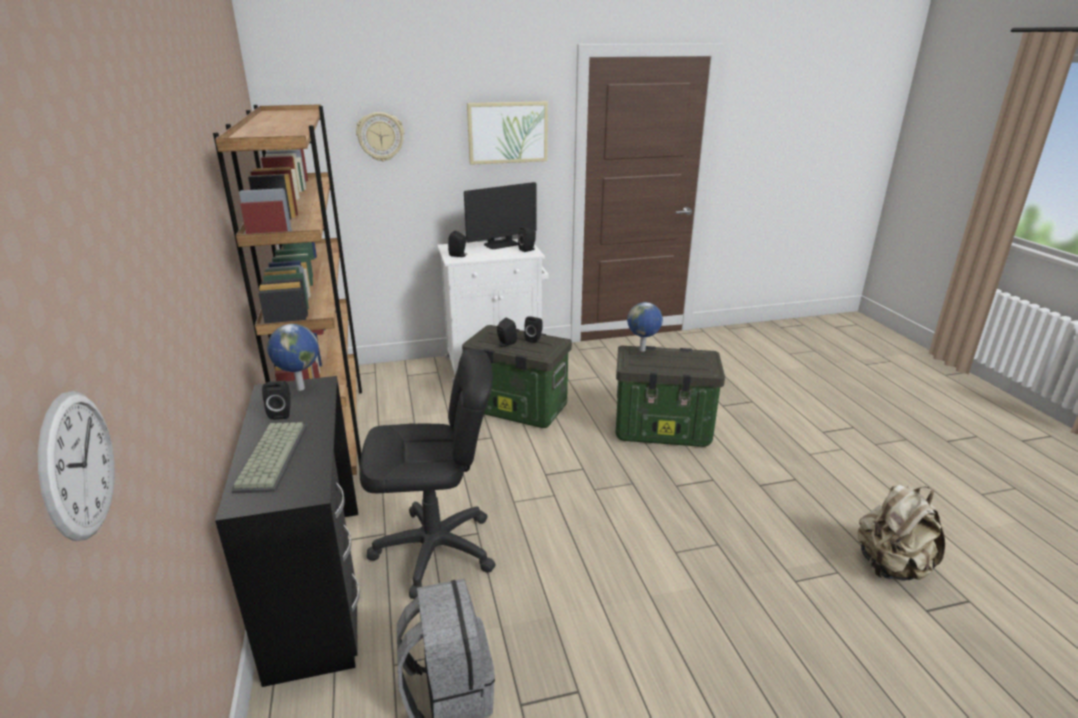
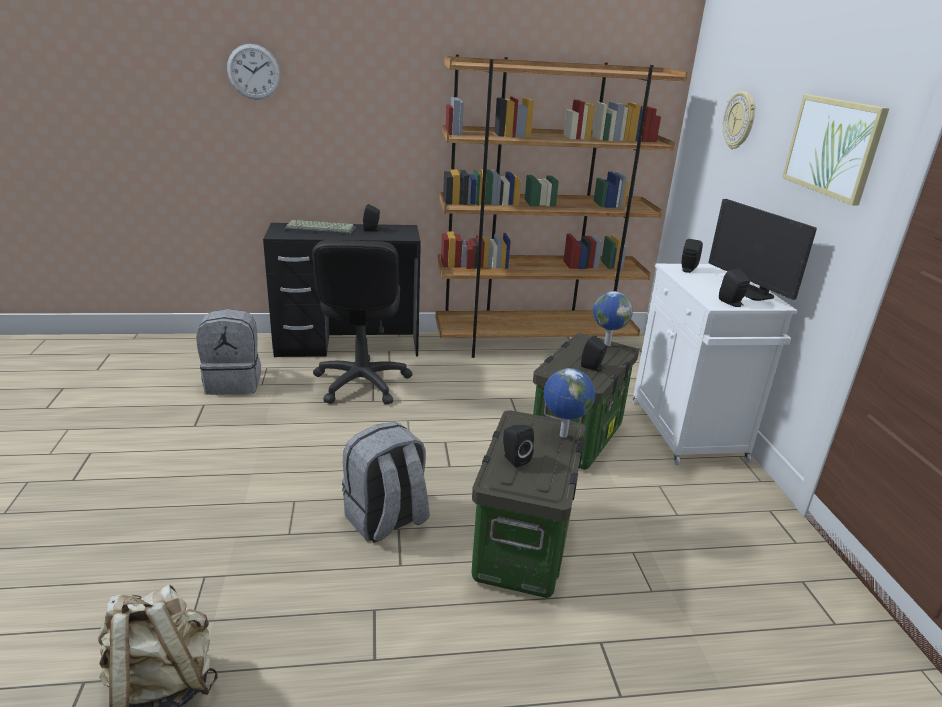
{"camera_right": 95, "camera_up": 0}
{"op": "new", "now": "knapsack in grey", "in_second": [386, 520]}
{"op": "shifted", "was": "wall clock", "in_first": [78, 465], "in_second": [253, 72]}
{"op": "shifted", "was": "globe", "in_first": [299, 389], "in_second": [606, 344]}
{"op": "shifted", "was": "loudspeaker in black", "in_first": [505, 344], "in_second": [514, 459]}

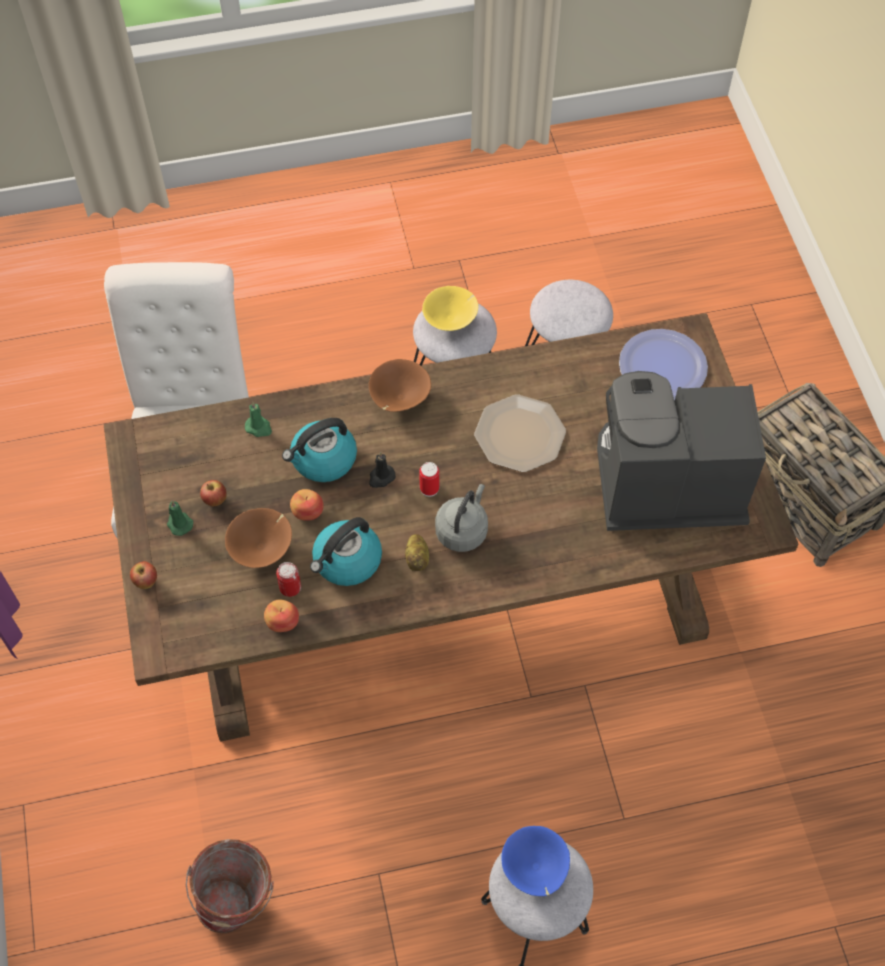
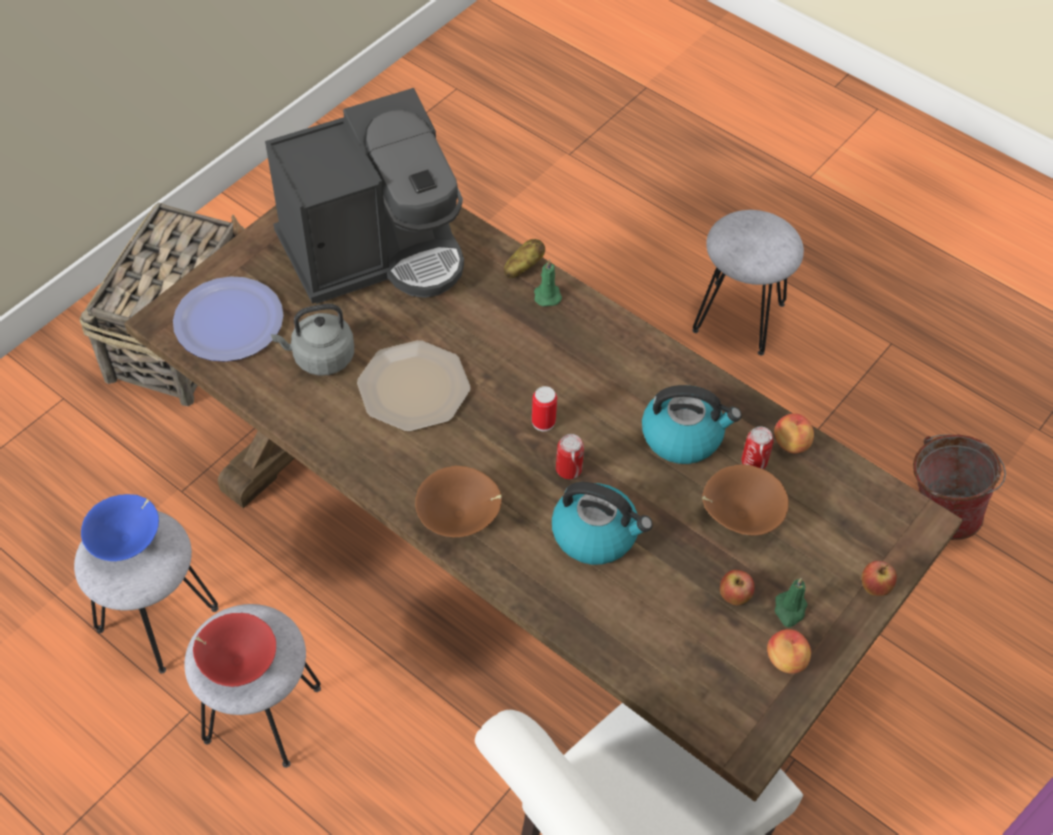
{"camera_right": -130, "camera_up": -5}
{"op": "shifted", "was": "wax candle in greenish", "in_first": [259, 427], "in_second": [547, 295]}
{"op": "shifted", "was": "whole apple", "in_first": [307, 511], "in_second": [785, 661]}
{"op": "shifted", "was": "potato", "in_first": [417, 558], "in_second": [523, 267]}
{"op": "shifted", "was": "kettle in grey", "in_first": [462, 530], "in_second": [320, 358]}
{"op": "shifted", "was": "serving bowl in blue-coloured", "in_first": [534, 868], "in_second": [127, 540]}
{"op": "swapped", "was": "wax candle in black", "now": "sealed can", "in_first": [381, 477], "in_second": [568, 469]}
{"op": "repainted", "was": "serving bowl in yellowish", "now": "serving bowl in red", "in_first": [451, 320], "in_second": [237, 661]}
{"op": "rotated", "was": "coffee brewer", "in_first": [664, 485], "in_second": [375, 252], "clockwise": -75}

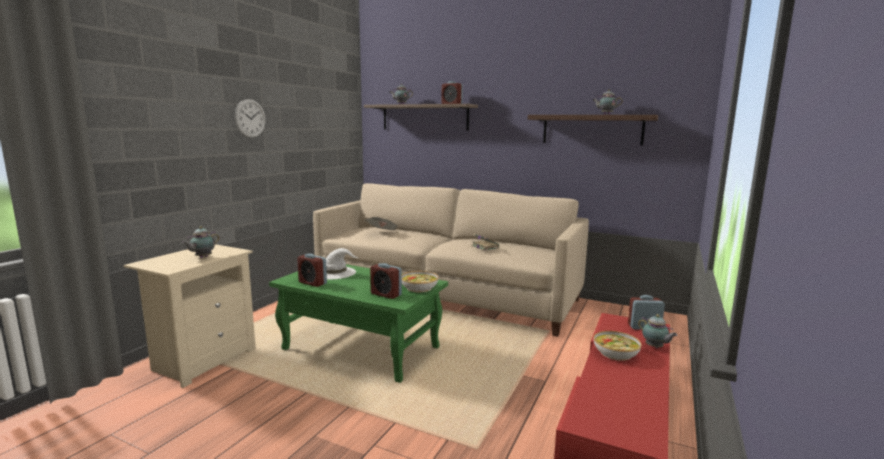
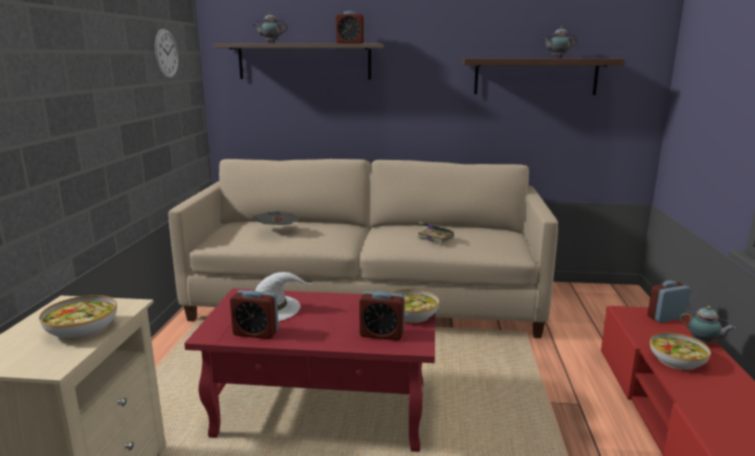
{"camera_right": -20, "camera_up": 5}
{"op": "shifted", "was": "wall clock", "in_first": [250, 118], "in_second": [166, 54]}
{"op": "swapped", "was": "pot for tea", "now": "serving bowl", "in_first": [202, 257], "in_second": [82, 328]}
{"op": "repainted", "was": "lounge table in greenish", "now": "lounge table in red", "in_first": [362, 348], "in_second": [325, 409]}

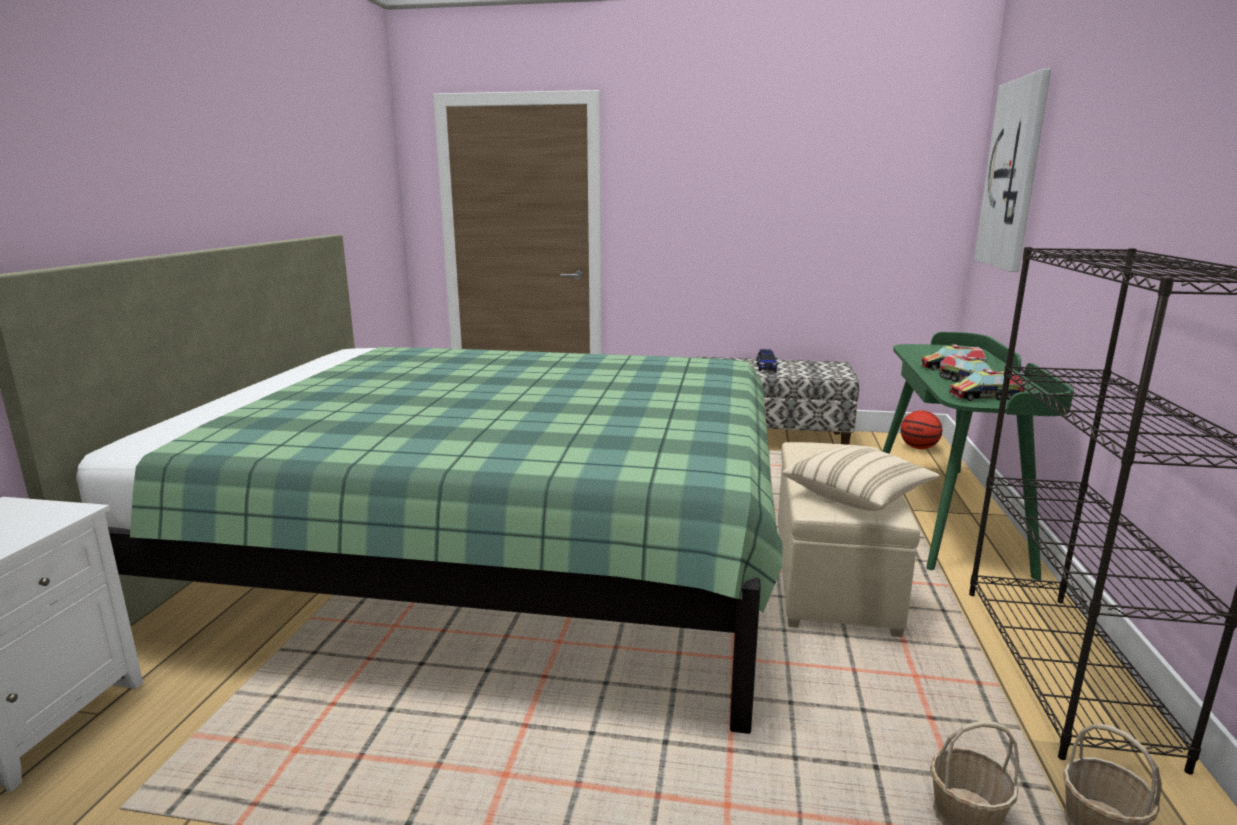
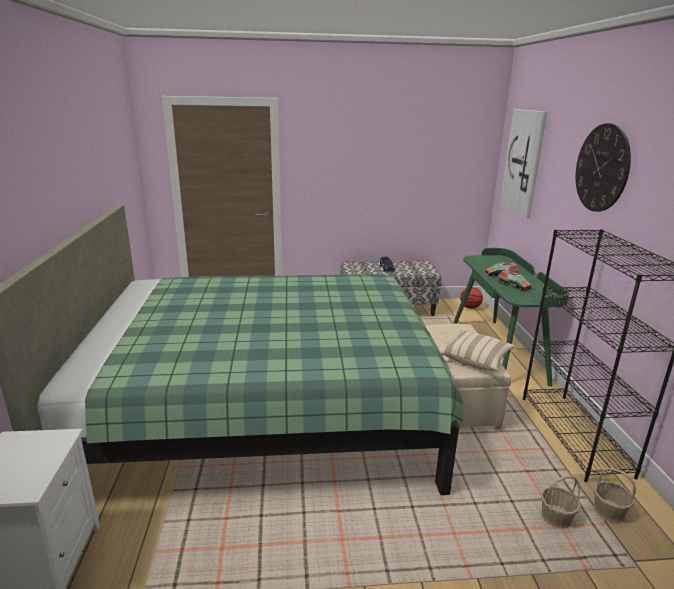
{"camera_right": -15, "camera_up": 5}
{"op": "gone", "was": "toy truck", "in_first": [985, 397]}
{"op": "new", "now": "wall clock", "in_second": [602, 168]}

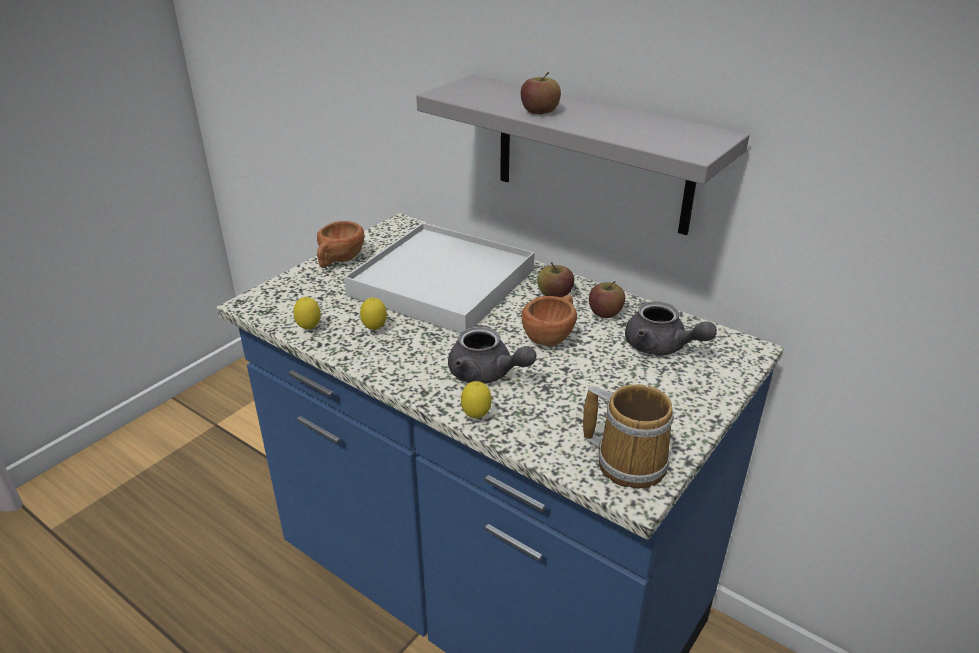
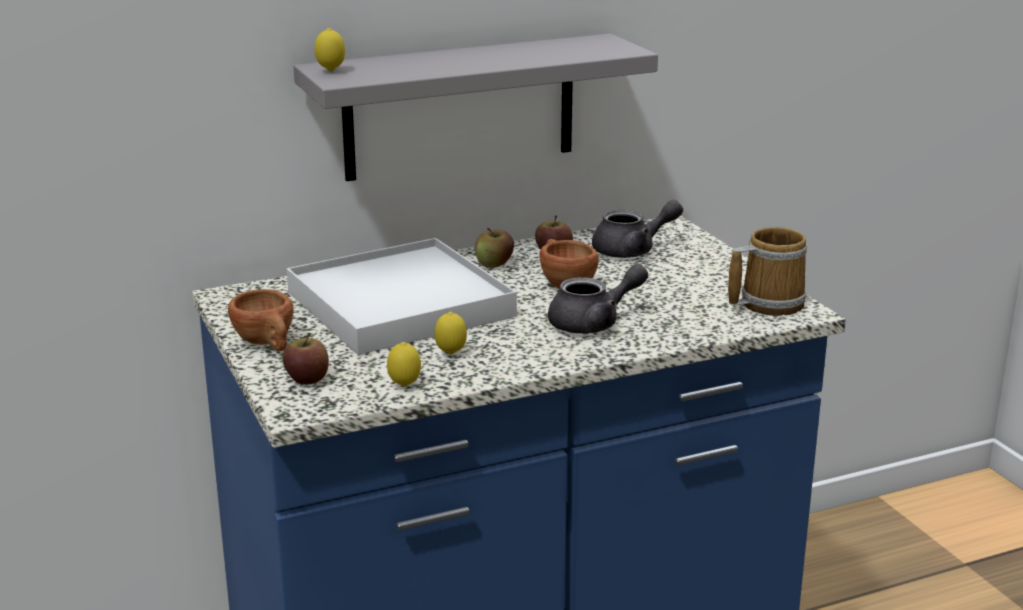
{"camera_right": -60, "camera_up": -10}
{"op": "shifted", "was": "whole lemon", "in_first": [476, 417], "in_second": [330, 71]}
{"op": "shifted", "was": "whole apple", "in_first": [540, 111], "in_second": [307, 379]}

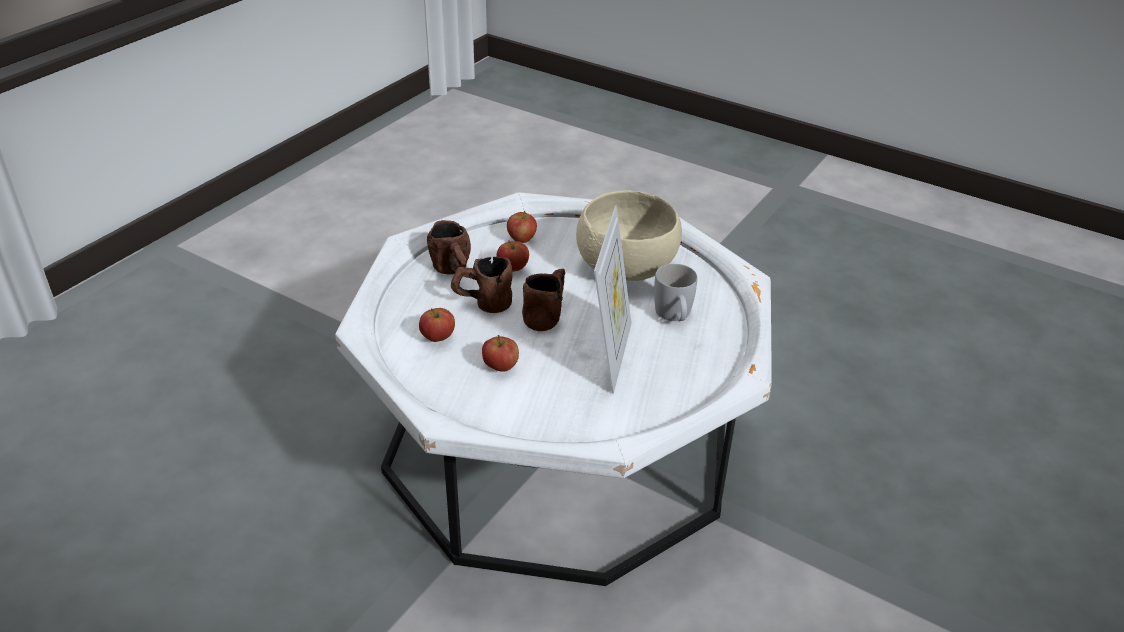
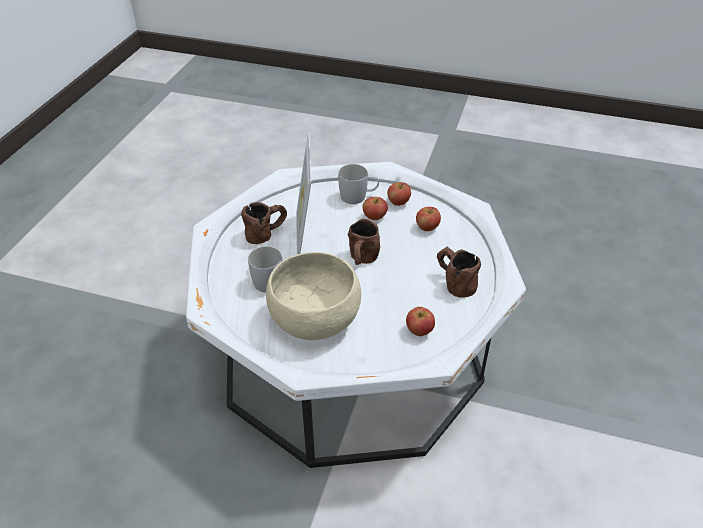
{"camera_right": 165, "camera_up": 5}
{"op": "new", "now": "mug in white-coloured", "in_second": [358, 197]}
{"op": "shifted", "was": "mug in brown-coloured", "in_first": [482, 304], "in_second": [267, 233]}
{"op": "shifted", "was": "whole apple", "in_first": [513, 268], "in_second": [398, 202]}

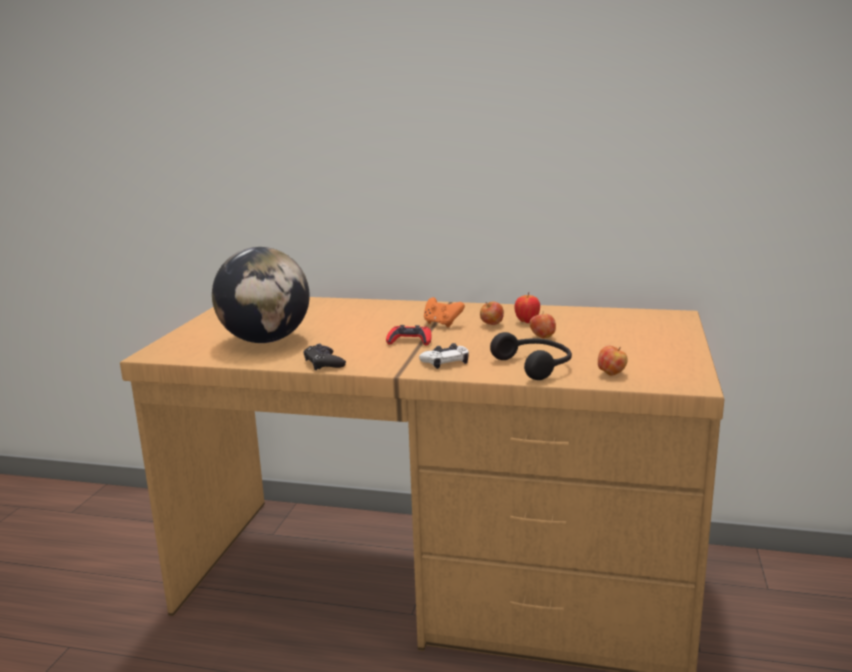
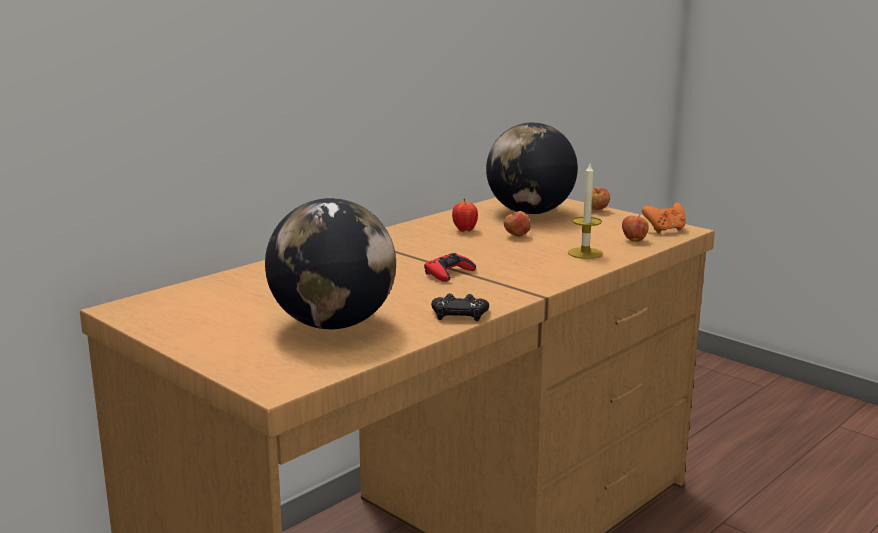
{"camera_right": -60, "camera_up": 0}
{"op": "gone", "was": "joypad in white-coloured", "in_first": [445, 361]}
{"op": "new", "now": "globe", "in_second": [530, 213]}
{"op": "shifted", "was": "joypad in orangey", "in_first": [442, 324], "in_second": [665, 230]}
{"op": "shifted", "was": "whole apple", "in_first": [492, 325], "in_second": [597, 210]}
{"op": "swapped", "was": "headset in black", "now": "wax candle", "in_first": [535, 366], "in_second": [585, 253]}

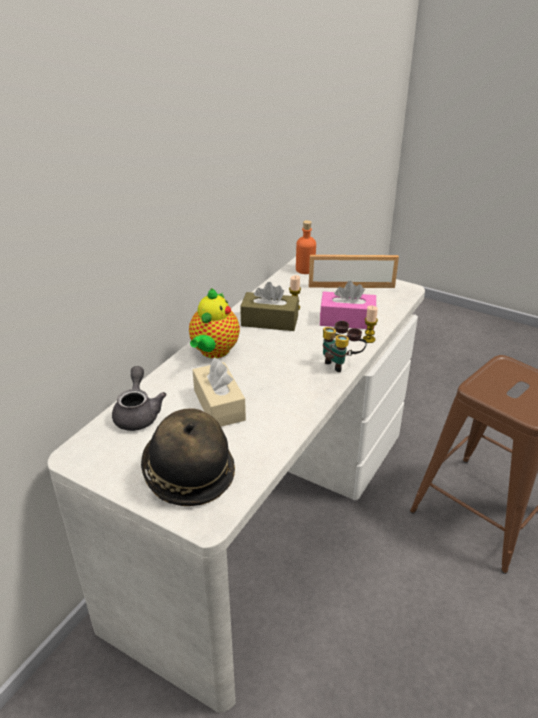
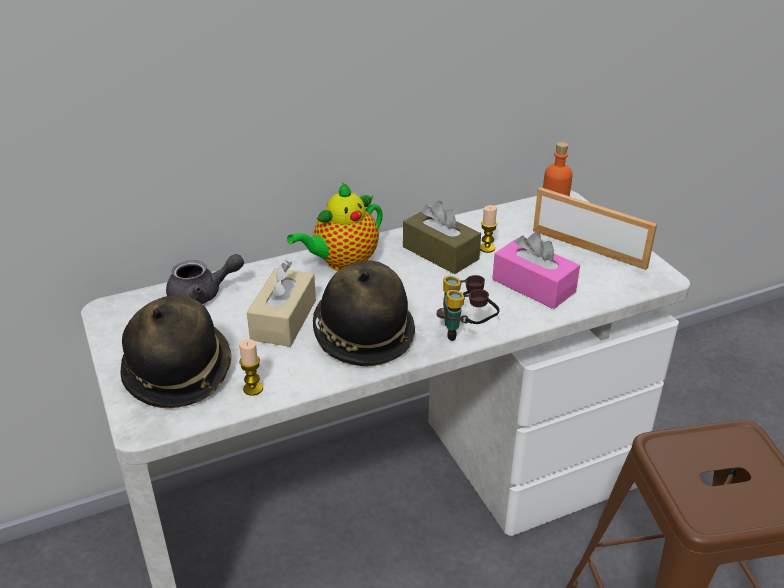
{"camera_right": 35, "camera_up": 0}
{"op": "new", "now": "wearable hat", "in_second": [362, 335]}
{"op": "shifted", "was": "wax candle", "in_first": [369, 339], "in_second": [253, 389]}
{"op": "rotated", "was": "pot for tea in grey", "in_first": [138, 413], "in_second": [203, 295], "clockwise": 45}

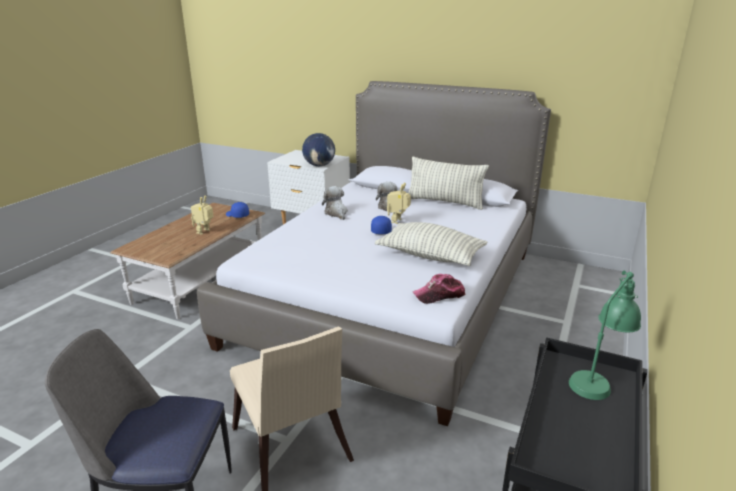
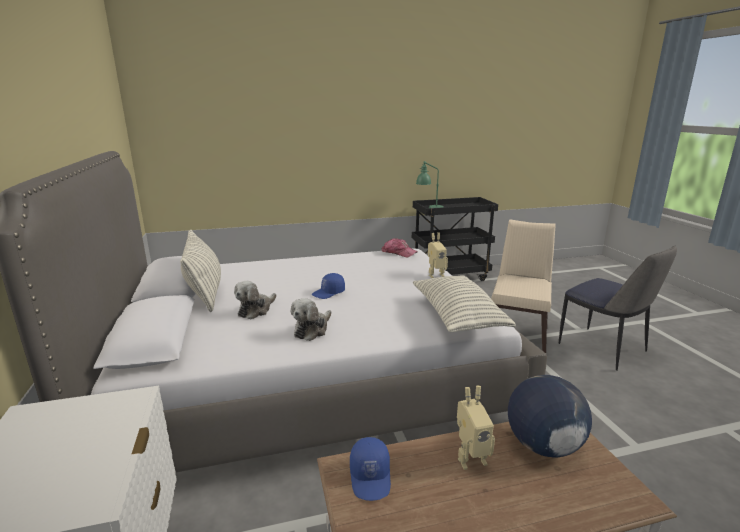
{"camera_right": -130, "camera_up": -5}
{"op": "shifted", "was": "globe", "in_first": [319, 165], "in_second": [542, 446]}
{"op": "shifted", "was": "throw pillow", "in_first": [430, 256], "in_second": [457, 316]}
{"op": "shifted", "was": "robot figure", "in_first": [398, 221], "in_second": [435, 275]}

